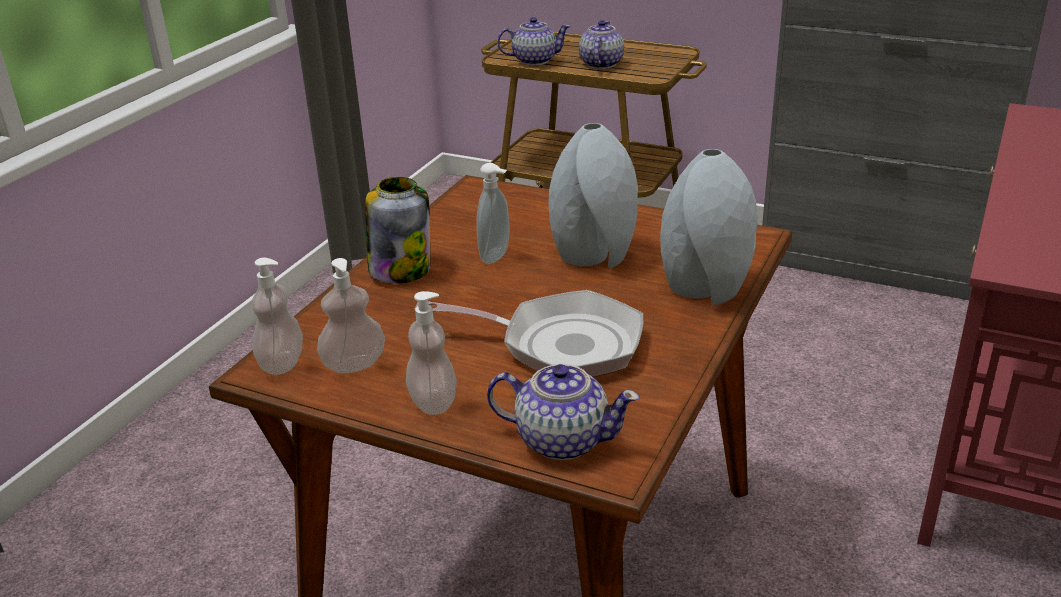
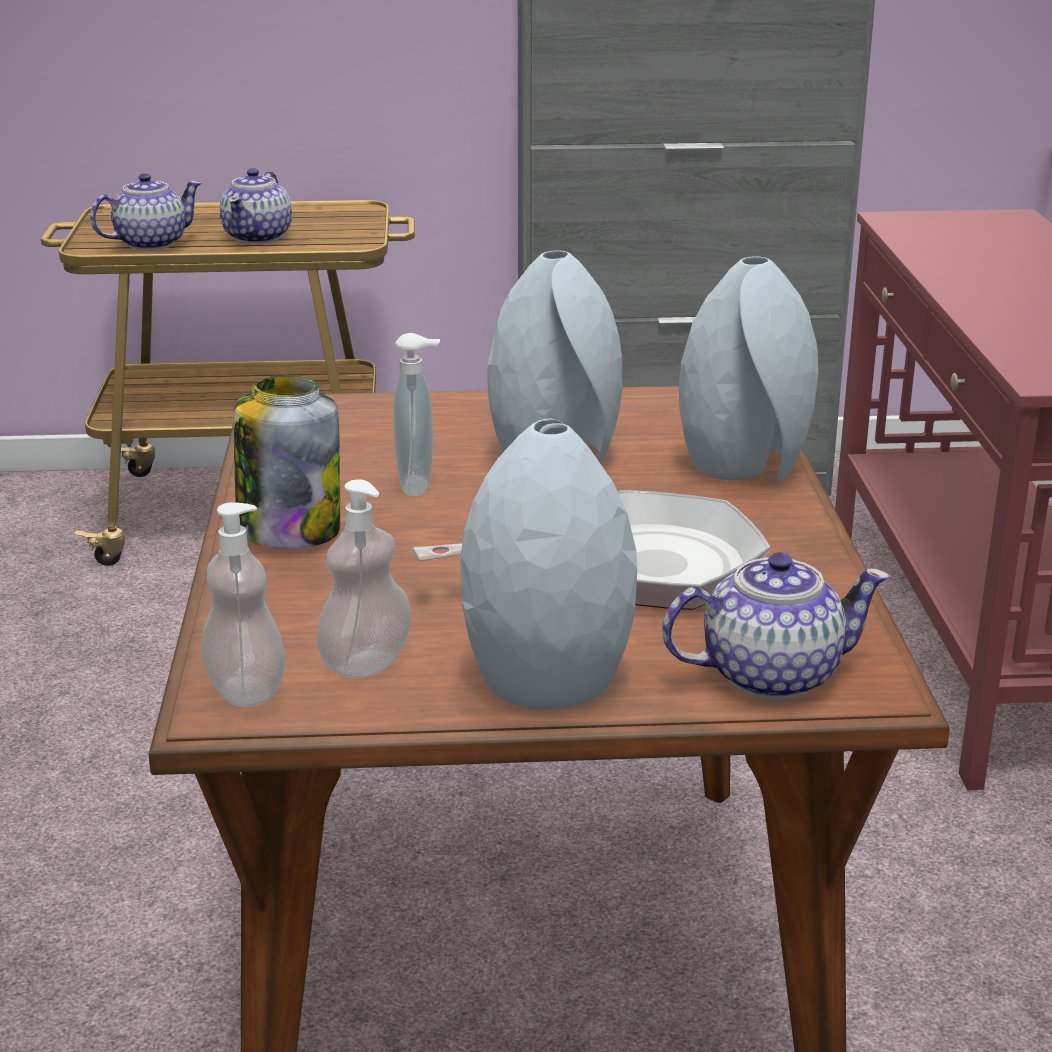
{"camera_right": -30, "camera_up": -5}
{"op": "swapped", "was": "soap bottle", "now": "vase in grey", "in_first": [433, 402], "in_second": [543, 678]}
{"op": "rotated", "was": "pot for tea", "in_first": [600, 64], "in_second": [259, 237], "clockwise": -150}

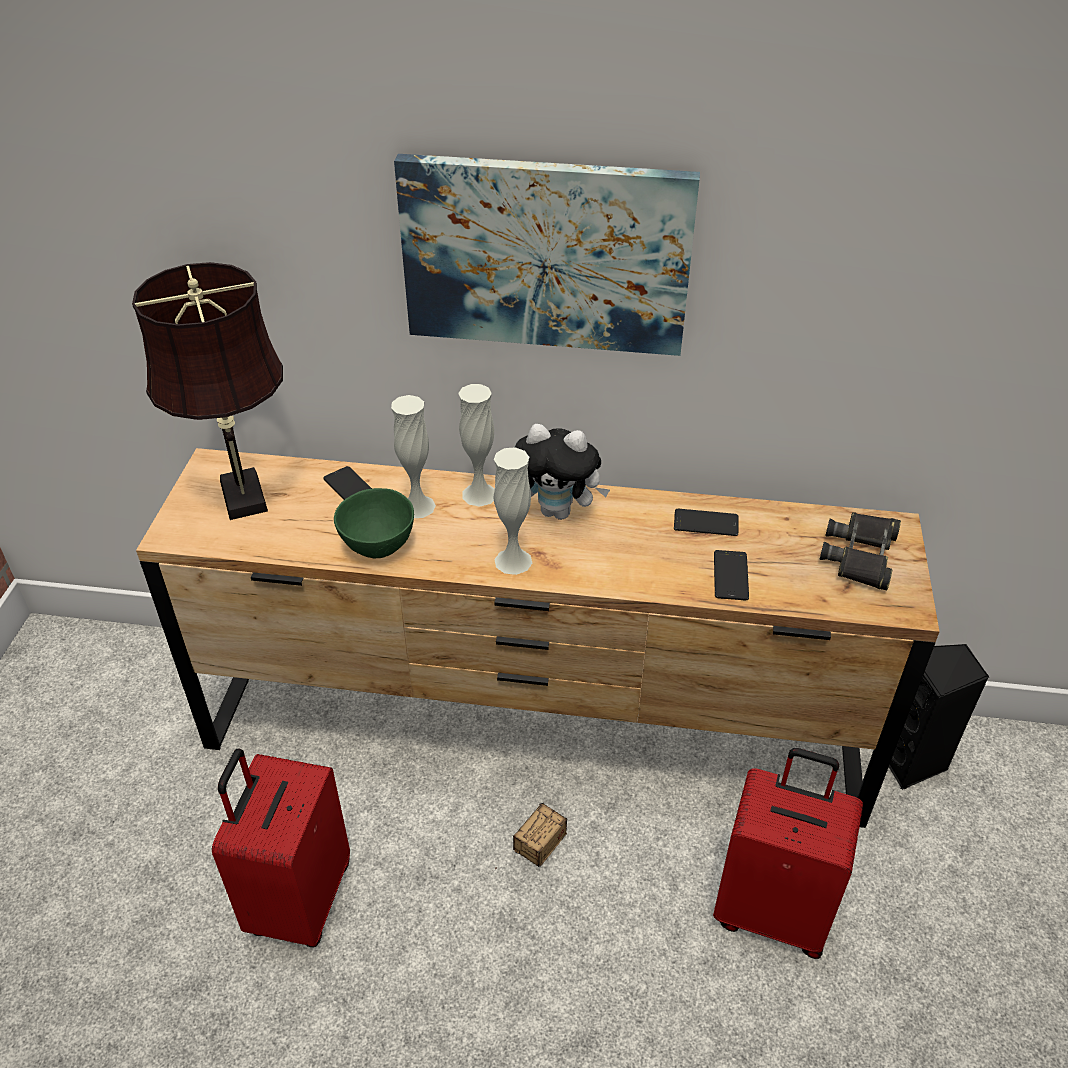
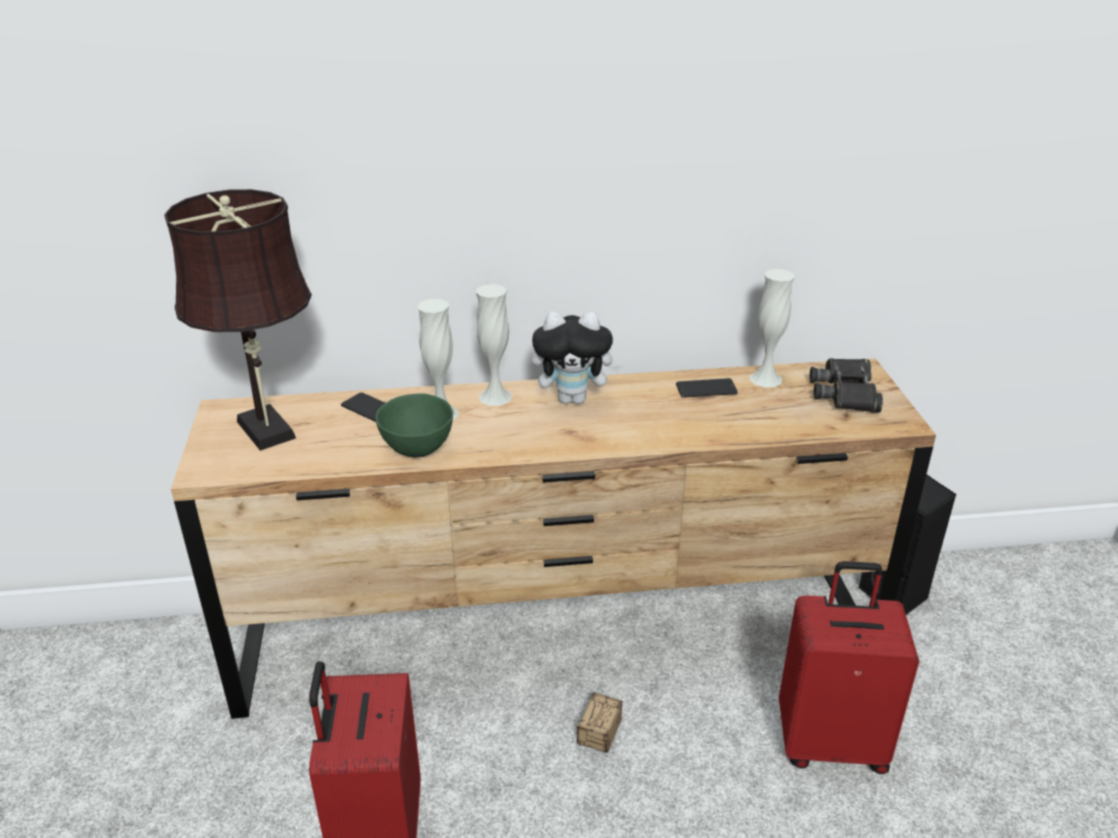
{"camera_right": -15, "camera_up": -10}
{"op": "gone", "was": "picture", "in_first": [546, 254]}
{"op": "gone", "was": "telephone", "in_first": [730, 575]}
{"op": "shifted", "was": "vase in white-coloured", "in_first": [513, 561], "in_second": [765, 379]}

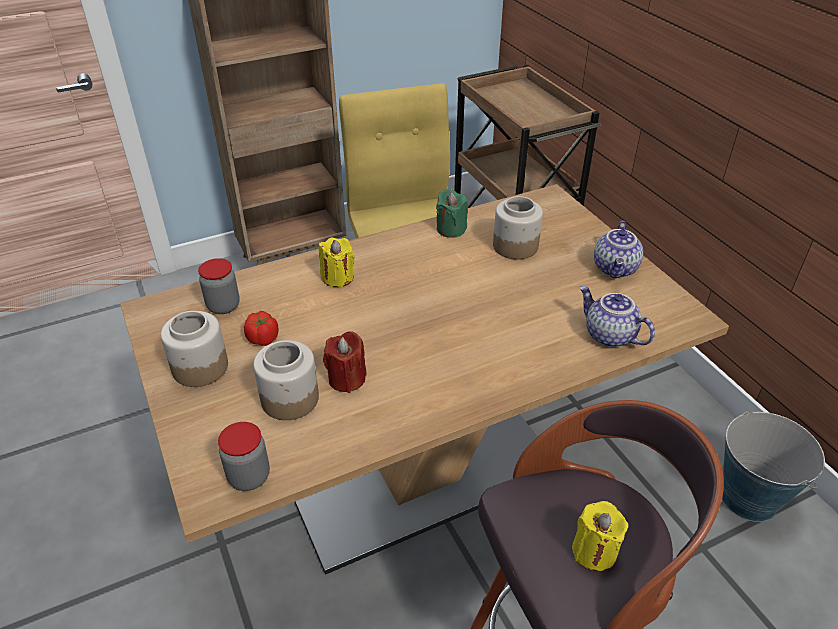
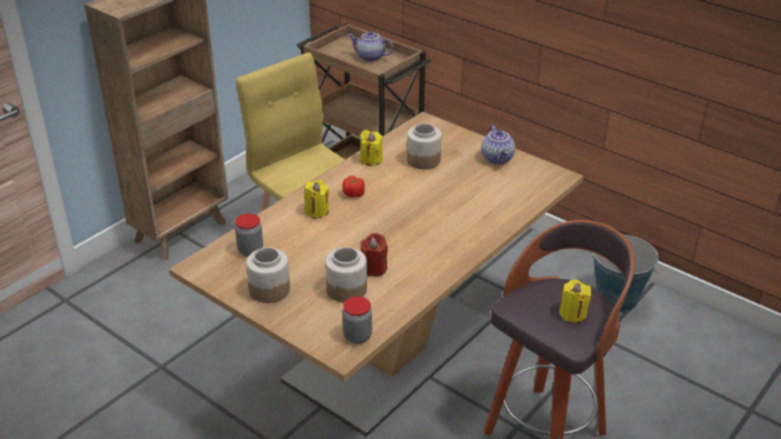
{"camera_right": -25, "camera_up": -5}
{"op": "shifted", "was": "whole tomato", "in_first": [263, 338], "in_second": [354, 194]}
{"op": "shifted", "was": "pot for tea", "in_first": [608, 336], "in_second": [370, 57]}
{"op": "repainted", "was": "wax candle in greenish", "now": "wax candle in yellowish", "in_first": [451, 229], "in_second": [371, 160]}

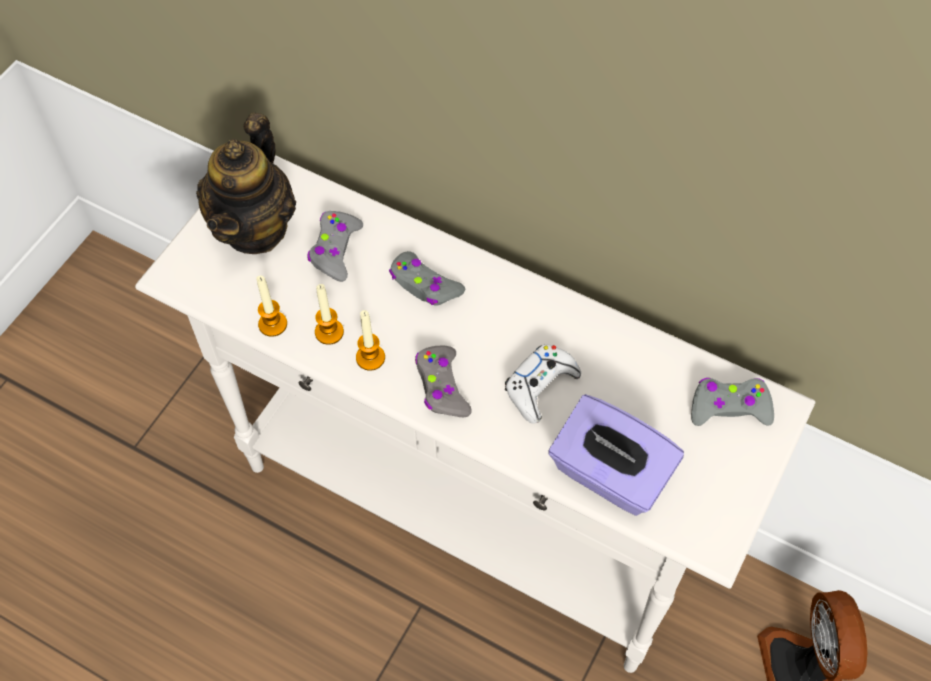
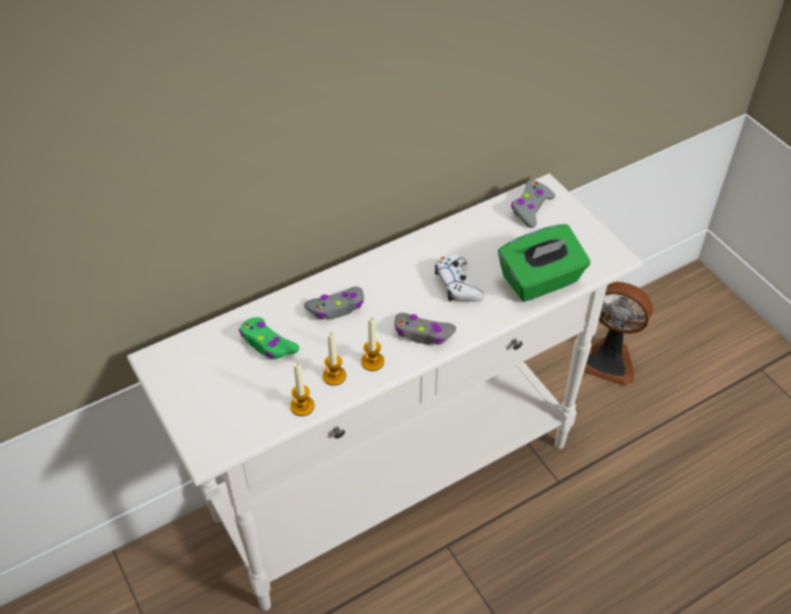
{"camera_right": -60, "camera_up": -10}
{"op": "gone", "was": "pot for tea", "in_first": [255, 227]}
{"op": "repainted", "was": "joypad in grey", "now": "joypad in greenish", "in_first": [335, 250], "in_second": [268, 344]}
{"op": "repainted", "was": "box of tissues in purplish", "now": "box of tissues in greenish", "in_first": [609, 474], "in_second": [540, 281]}

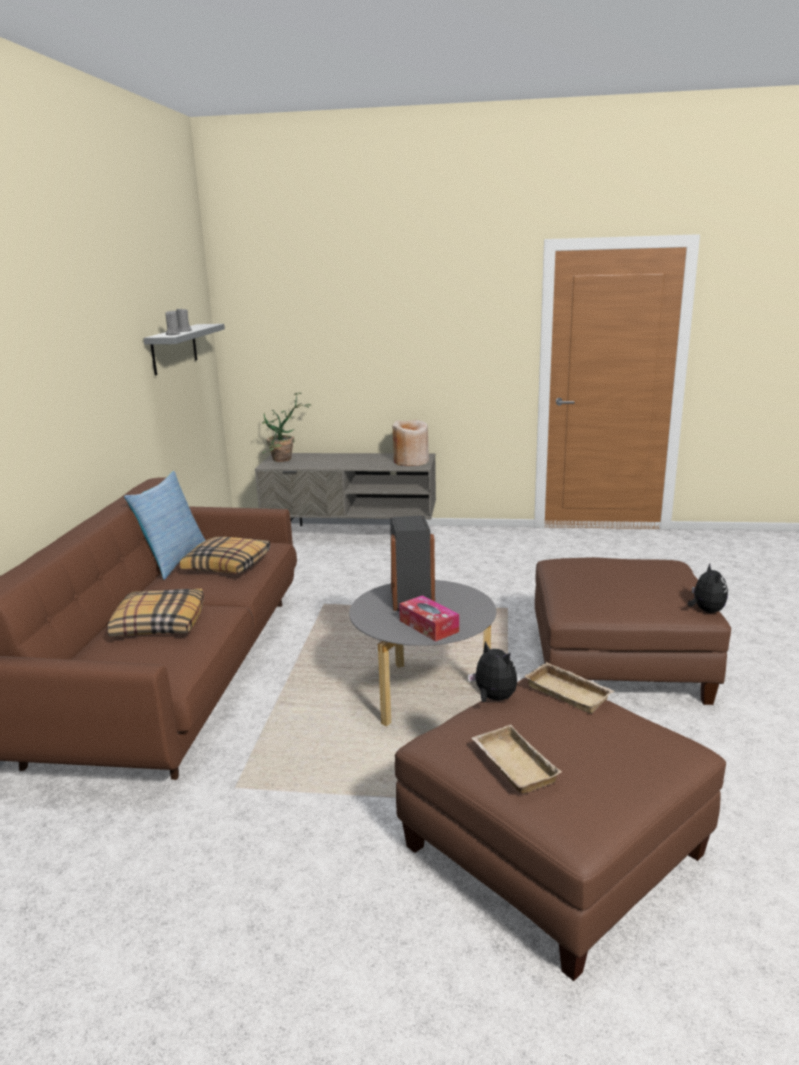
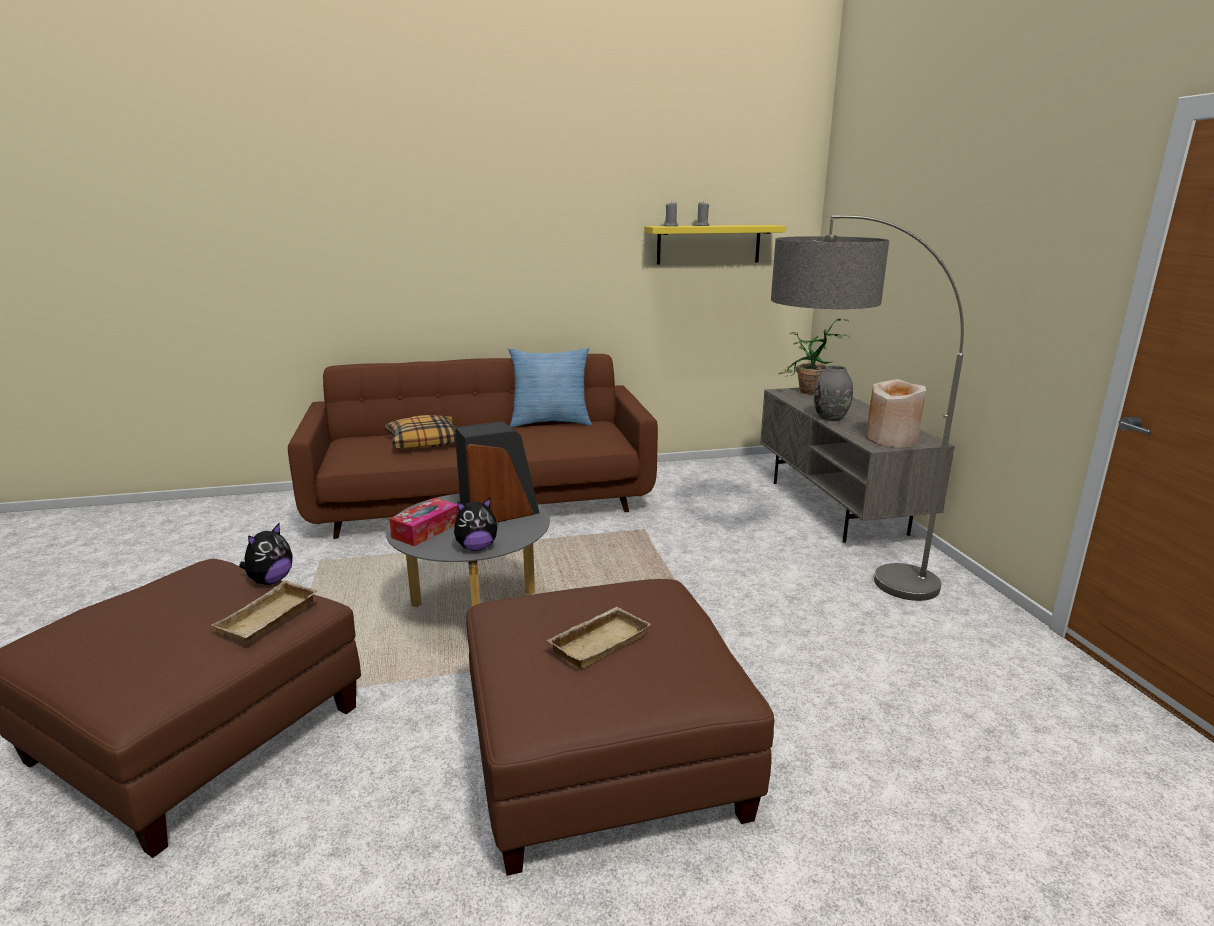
{"camera_right": 70, "camera_up": 0}
{"op": "gone", "was": "throw pillow", "in_first": [228, 565]}
{"op": "new", "now": "standard lamp", "in_second": [832, 586]}
{"op": "new", "now": "vase in grey", "in_second": [831, 418]}
{"op": "shifted", "was": "tray in beige-coloured", "in_first": [511, 765], "in_second": [598, 641]}
{"op": "shifted", "was": "plush toy", "in_first": [706, 611], "in_second": [476, 547]}
{"op": "repainted", "was": "shelf in grey", "now": "shelf in yellowish", "in_first": [174, 349], "in_second": [708, 244]}

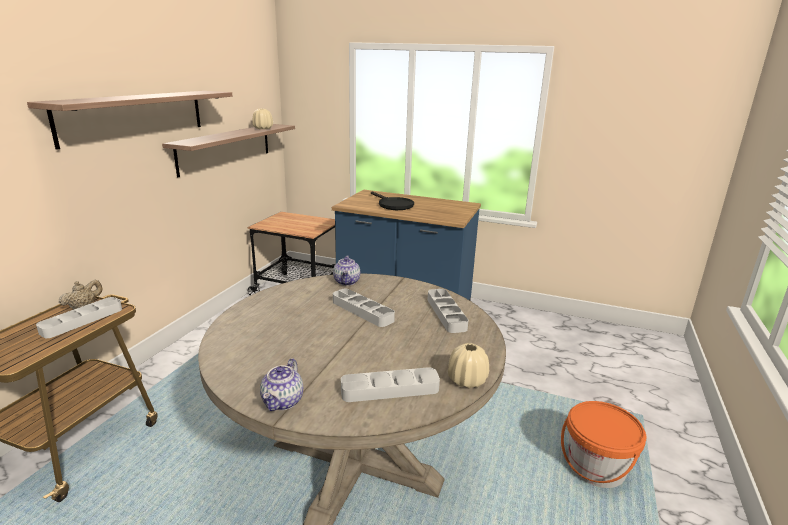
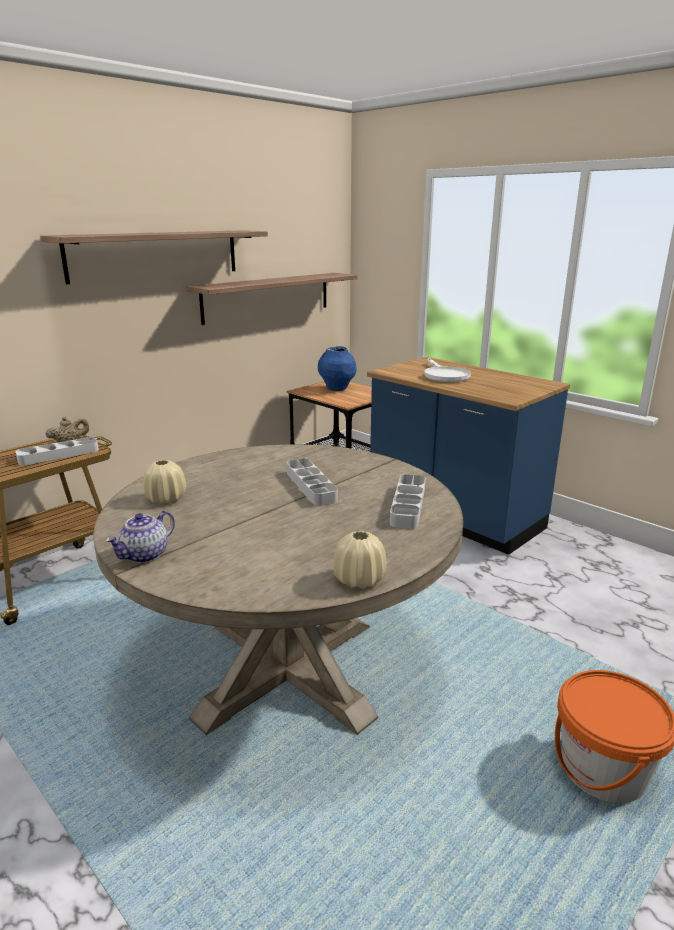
{"camera_right": 25, "camera_up": 0}
{"op": "gone", "was": "pot for tea", "in_first": [347, 282]}
{"op": "gone", "was": "tray in grey", "in_first": [390, 389]}
{"op": "new", "now": "vase in blue-coloured", "in_second": [337, 389]}
{"op": "shifted", "was": "vase in beige-coloured", "in_first": [263, 128], "in_second": [166, 499]}
{"op": "repainted", "was": "skillet in black", "now": "skillet in white-coloured", "in_first": [392, 205], "in_second": [444, 376]}

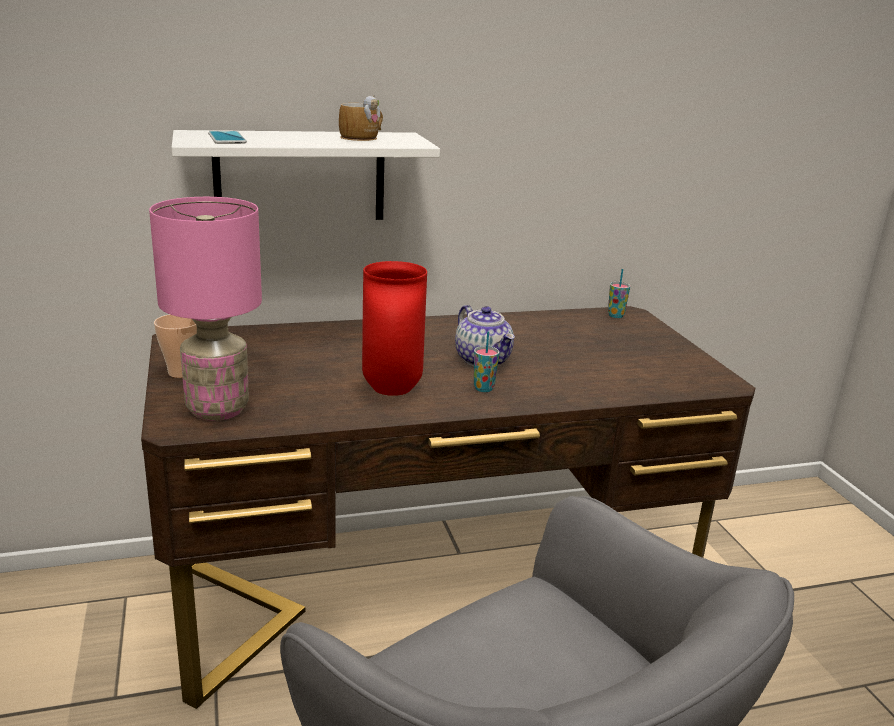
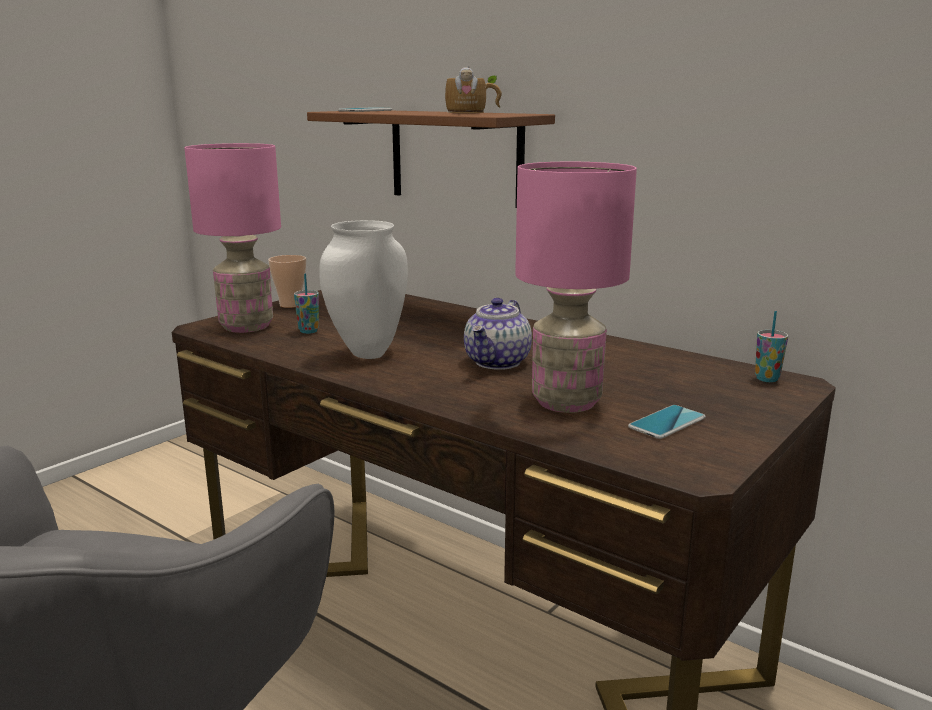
{"camera_right": 55, "camera_up": -5}
{"op": "new", "now": "tabletop lamp in pink-coloured", "in_second": [566, 401]}
{"op": "new", "now": "telephone", "in_second": [667, 423]}
{"op": "shifted", "was": "small cup", "in_first": [483, 388], "in_second": [308, 331]}
{"op": "repainted", "was": "shelf in white-coloured", "now": "shelf in brown-coloured", "in_first": [300, 176], "in_second": [455, 157]}
{"op": "repainted", "was": "vase in red", "now": "vase in white-coloured", "in_first": [393, 390], "in_second": [368, 354]}

